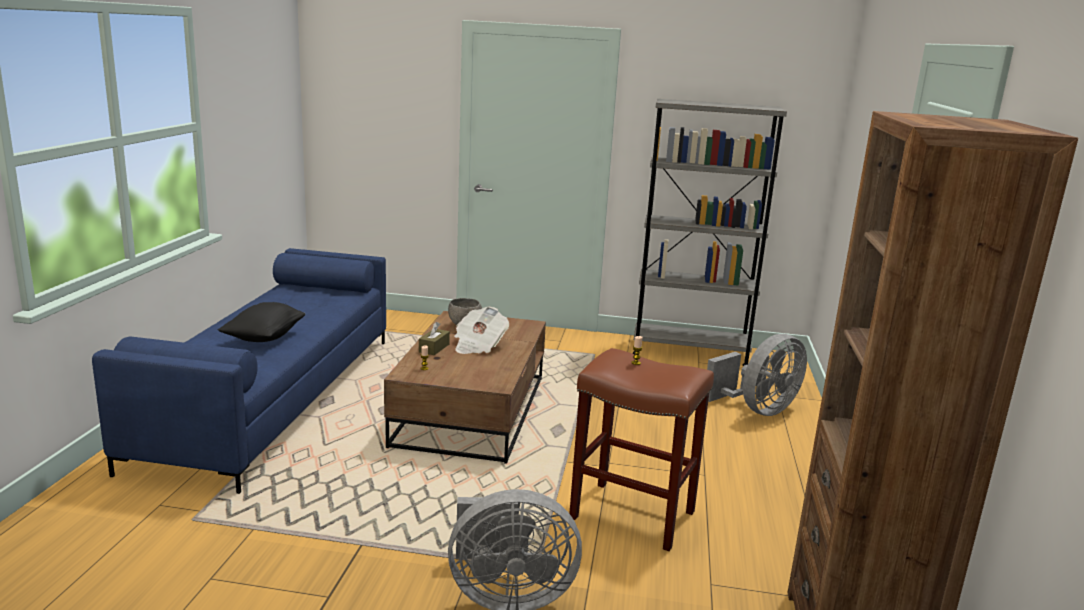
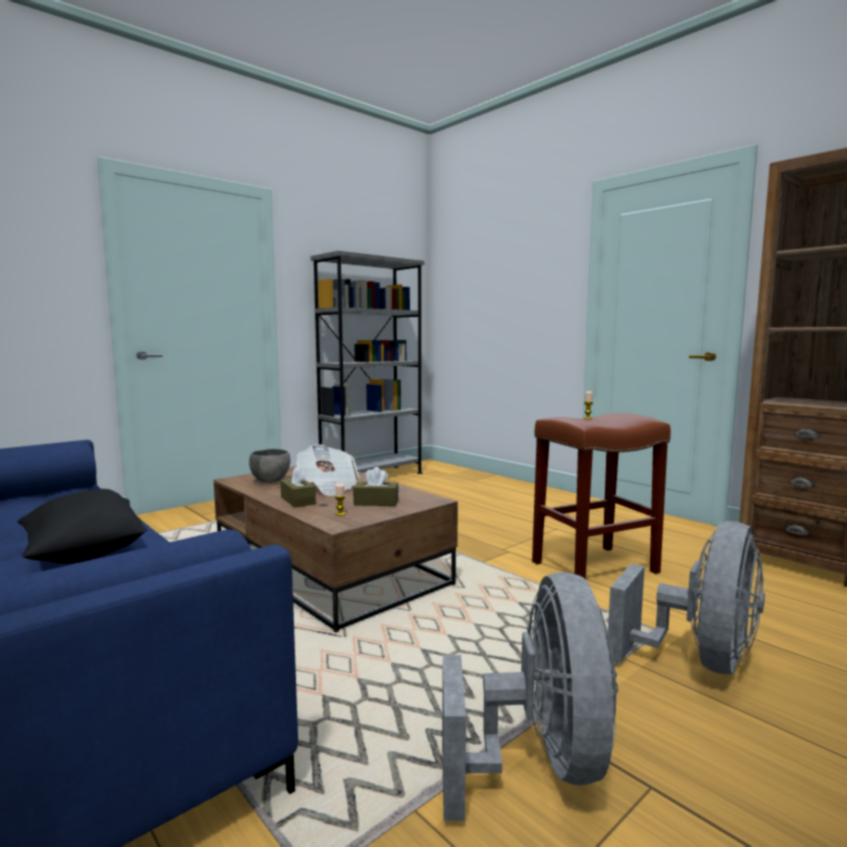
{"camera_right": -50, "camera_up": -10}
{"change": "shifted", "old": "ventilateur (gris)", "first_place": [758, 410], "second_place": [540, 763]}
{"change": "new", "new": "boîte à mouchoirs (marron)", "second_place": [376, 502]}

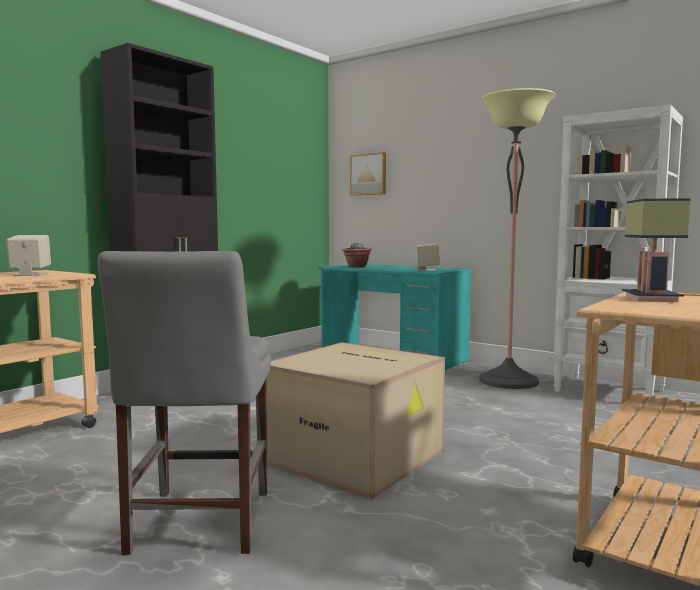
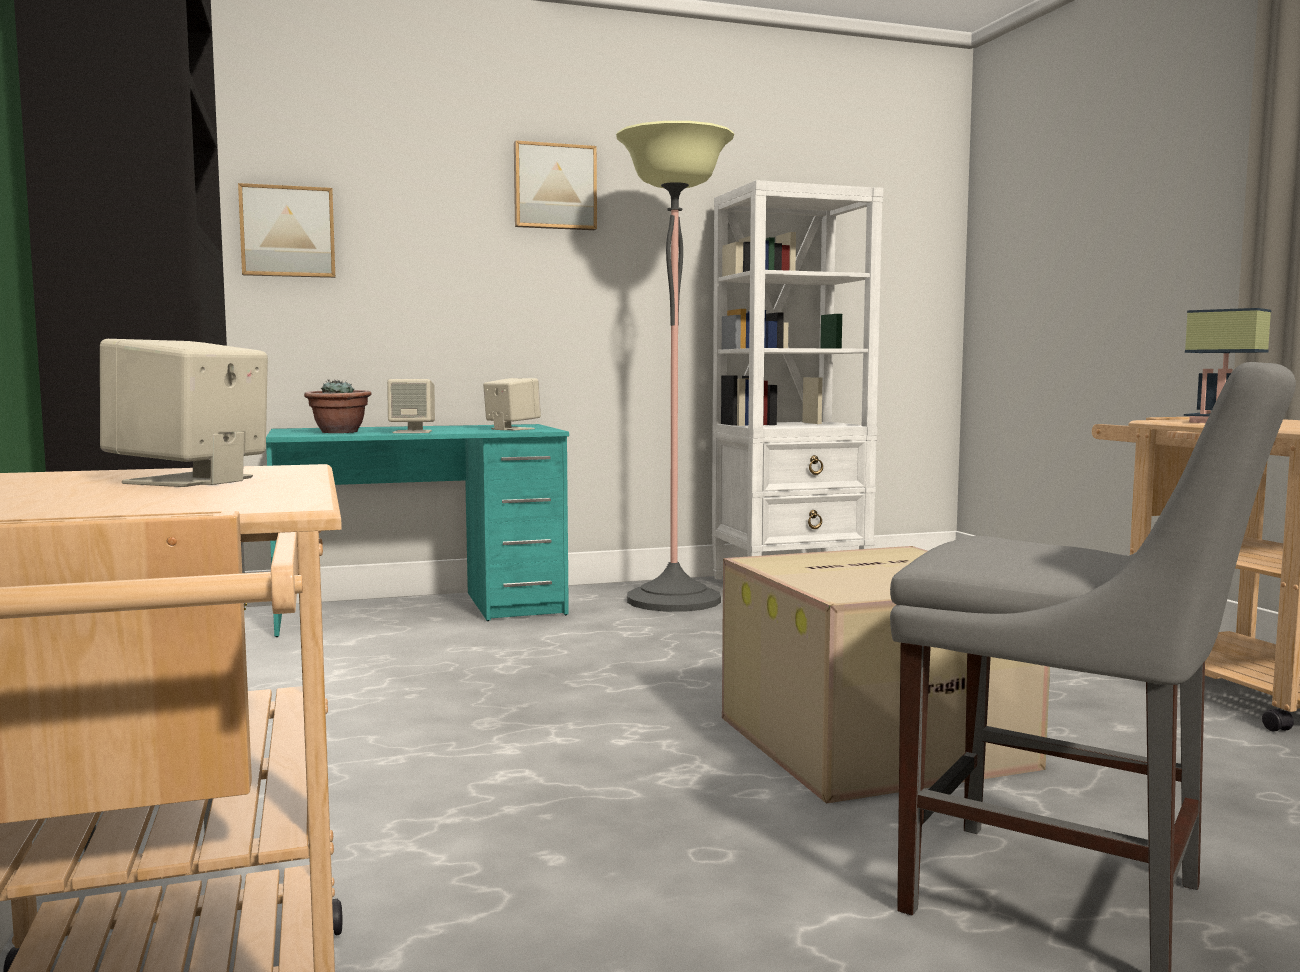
{"camera_right": -55, "camera_up": 0}
{"change": "new", "new": "enceinte (beige)", "second_place": [413, 432]}
{"change": "new", "new": "tableau", "second_place": [554, 187]}

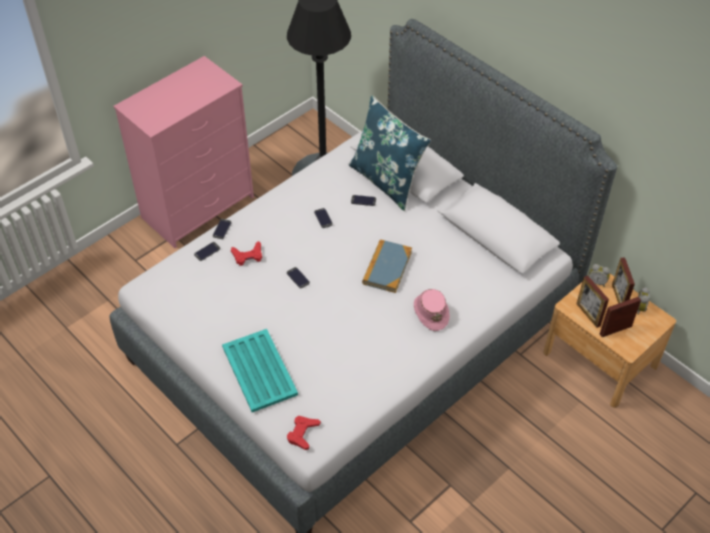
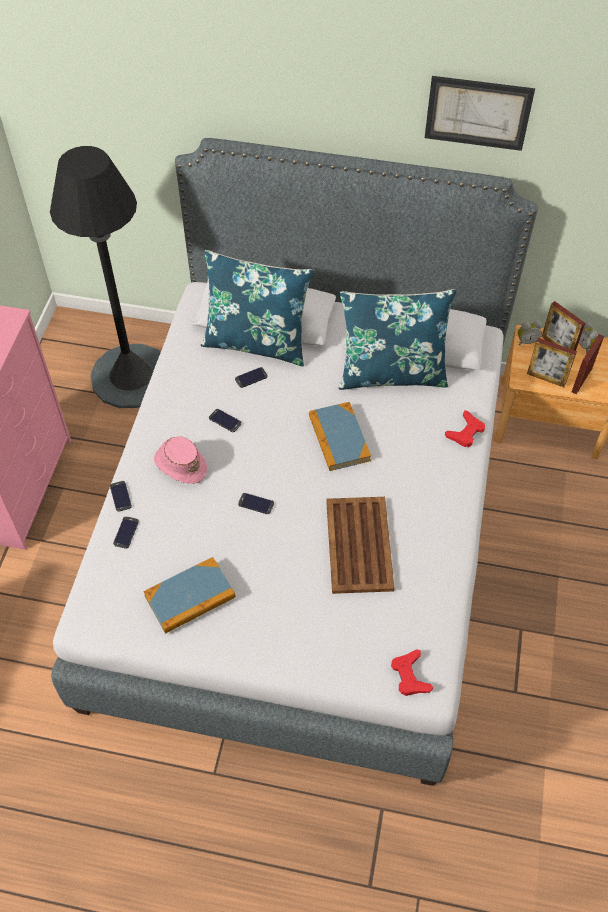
{"camera_right": -35, "camera_up": 5}
{"change": "gone", "old": "plateau (turquoise)", "first_place": [259, 371]}
{"change": "shifted", "old": "manette (rouge)", "first_place": [248, 256], "second_place": [465, 432]}
{"change": "shifted", "old": "chapeau (rose)", "first_place": [431, 312], "second_place": [180, 464]}
{"change": "new", "new": "livre", "second_place": [190, 597]}
{"change": "new", "new": "plateau (marron)", "second_place": [358, 546]}
{"change": "new", "new": "coussin (bleu)", "second_place": [391, 373]}
{"change": "new", "new": "tableau", "second_place": [478, 112]}

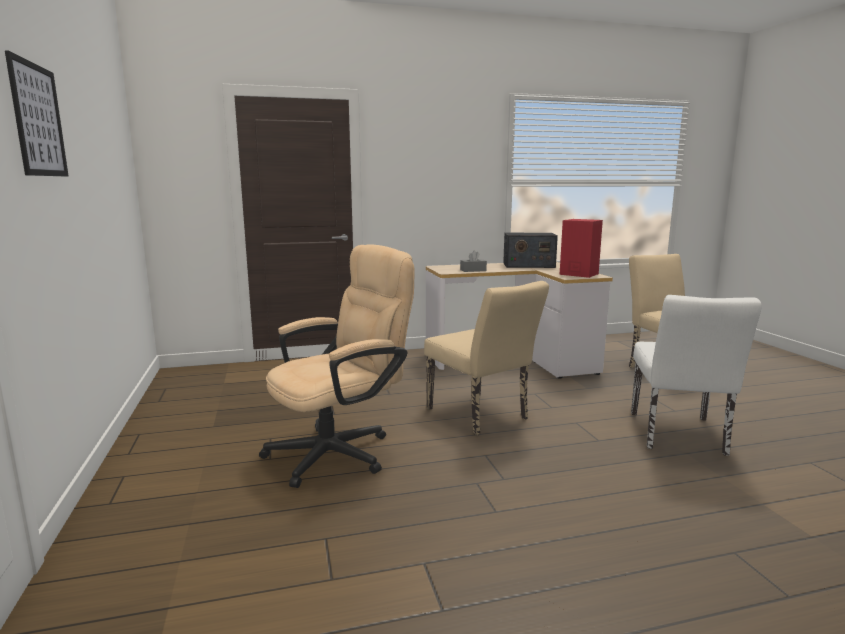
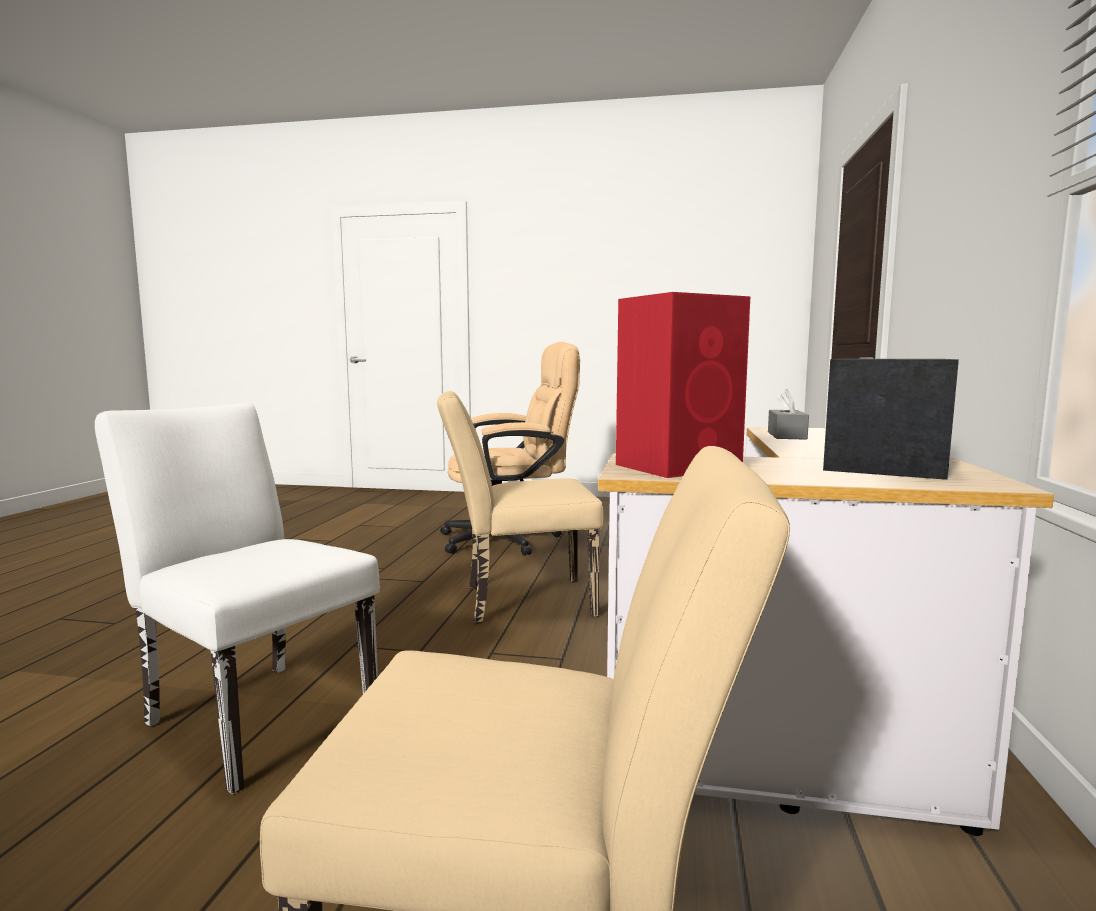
{"camera_right": 115, "camera_up": -5}
{"change": "gone", "old": "tableau", "first_place": [38, 120]}
{"change": "rotated", "old": "chaise de bureau (beige)", "first_place": [341, 451], "second_place": [511, 539], "degrees": -90}

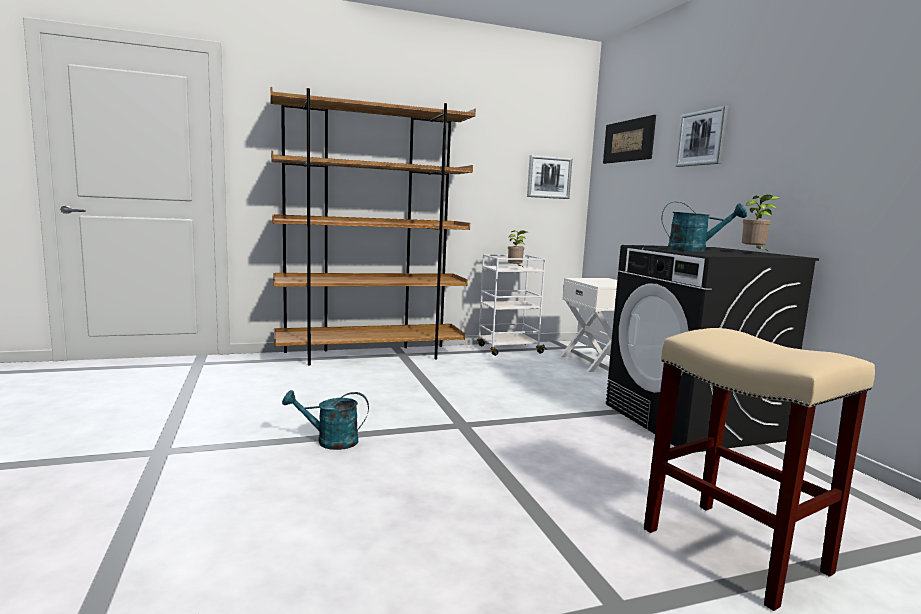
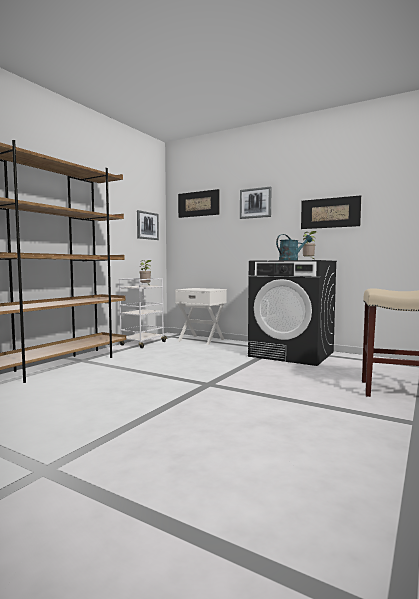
{"camera_right": -40, "camera_up": -5}
{"change": "gone", "old": "arrosoir (turquoise)", "first_place": [330, 441]}
{"change": "new", "new": "tableau", "second_place": [330, 213]}

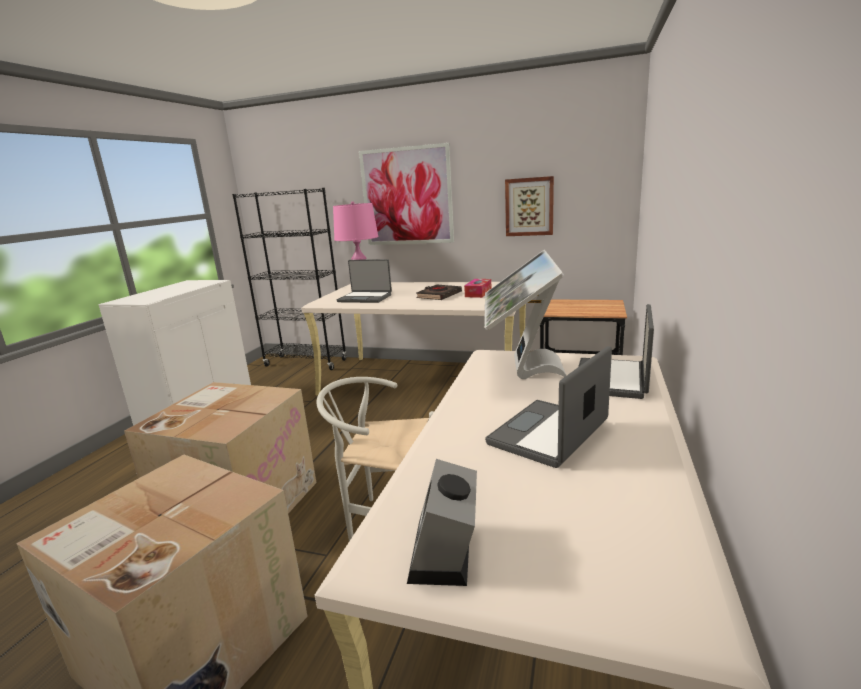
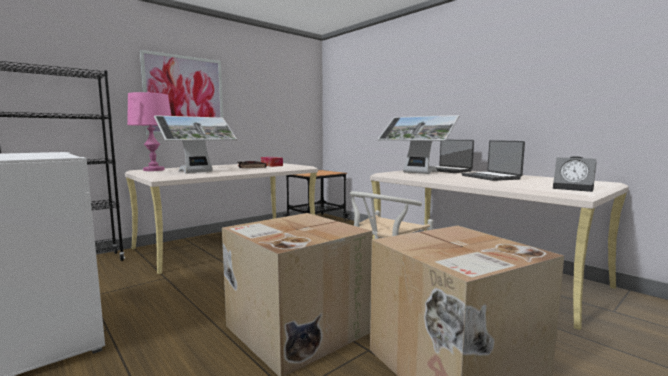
{"camera_right": -60, "camera_up": -10}
{"change": "swapped", "old": "ordinateur portable", "new": "écran d'ordinateur", "first_place": [365, 298], "second_place": [198, 172]}
{"change": "gone", "old": "tableau", "first_place": [529, 206]}

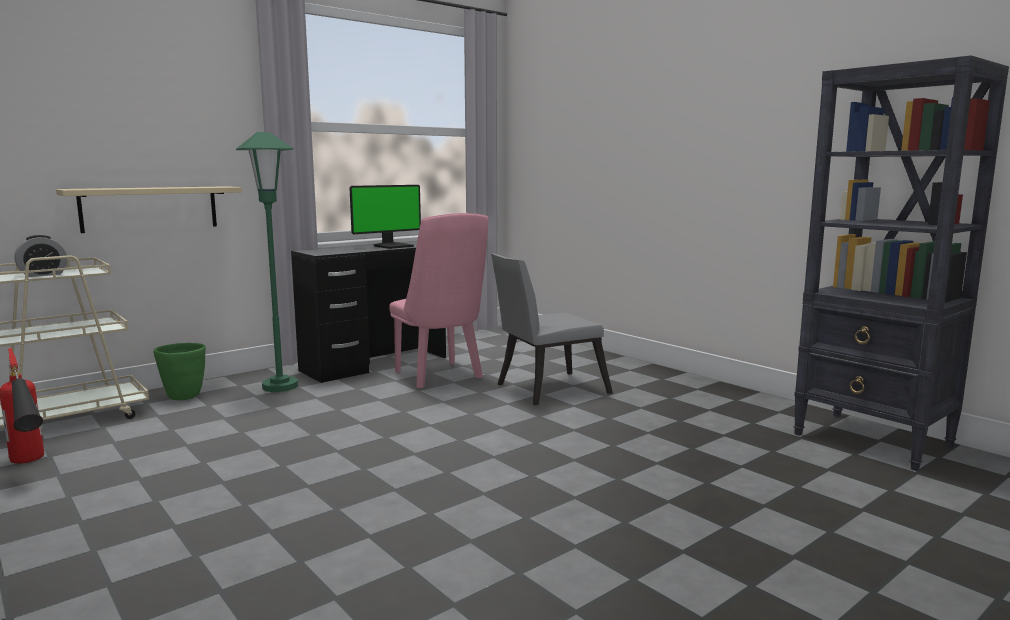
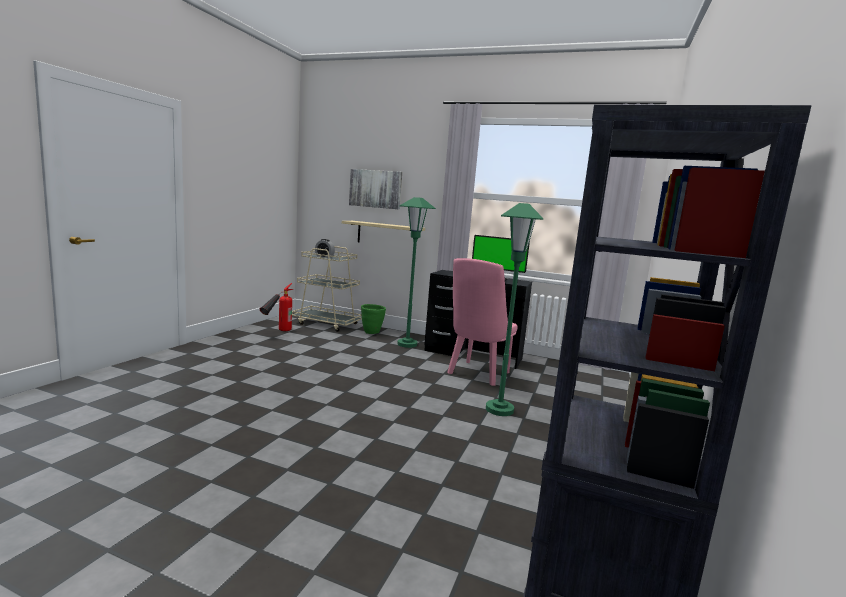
{"camera_right": 60, "camera_up": 0}
{"change": "swapped", "old": "chaise (gris)", "new": "lampadaire (vert)", "first_place": [546, 389], "second_place": [499, 409]}
{"change": "new", "new": "tableau", "second_place": [375, 189]}

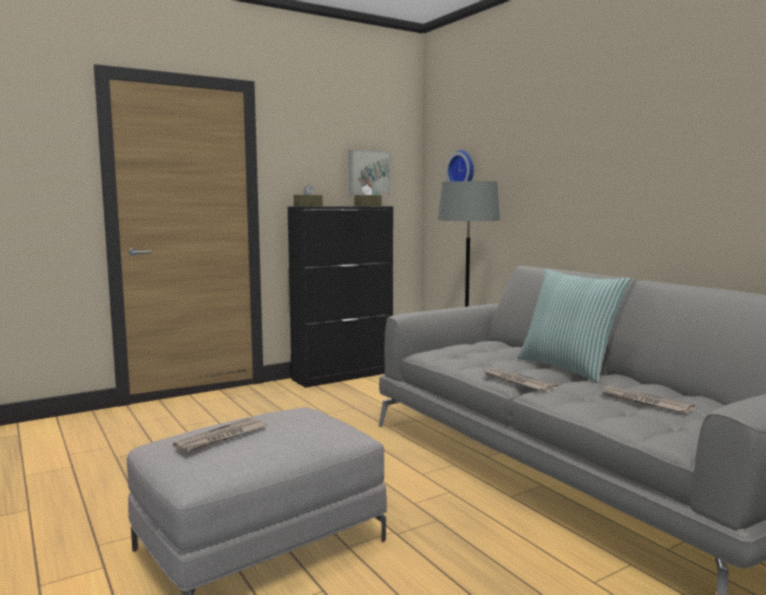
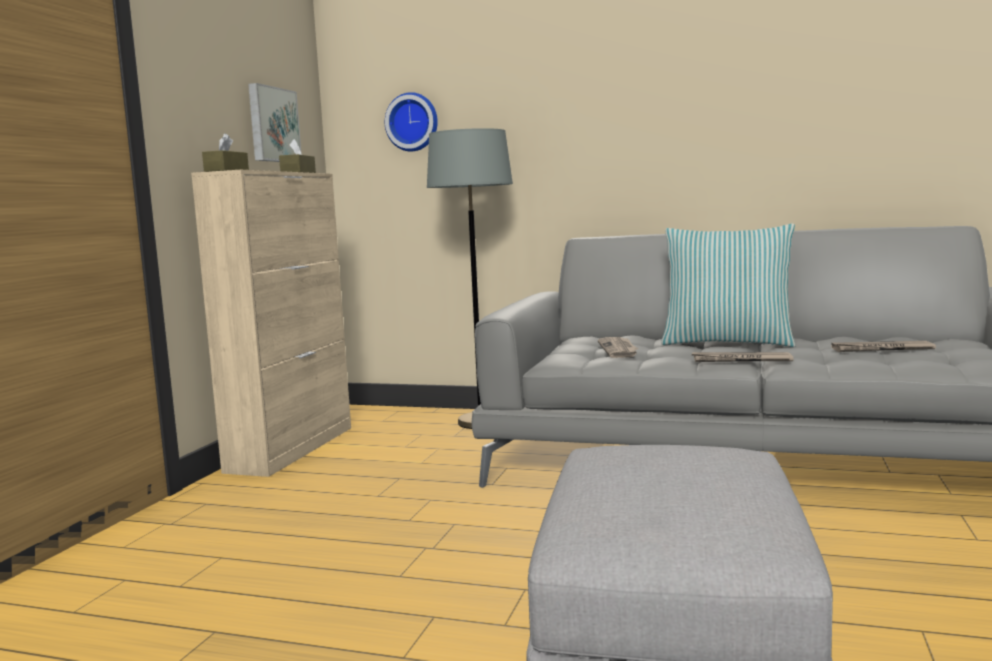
{"camera_right": -40, "camera_up": 0}
{"change": "shifted", "old": "journal", "first_place": [221, 438], "second_place": [619, 349]}
{"change": "repainted", "old": "meuble de rangement (noir)", "new": "meuble de rangement (beige)", "first_place": [343, 376], "second_place": [292, 448]}

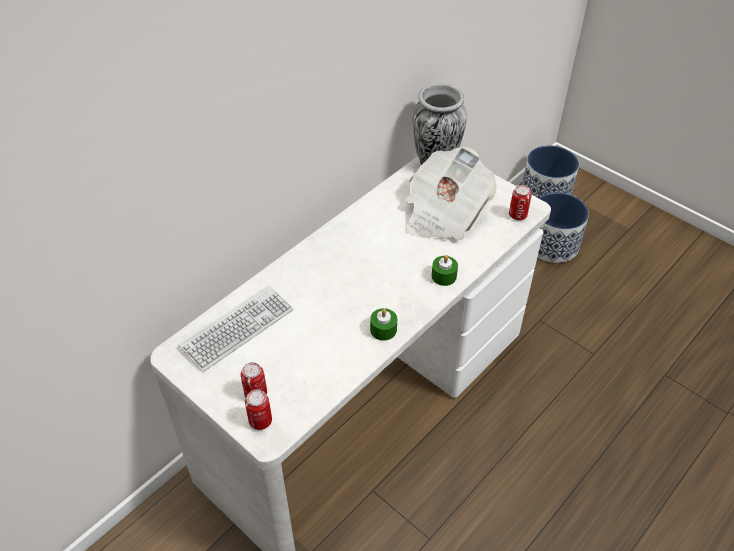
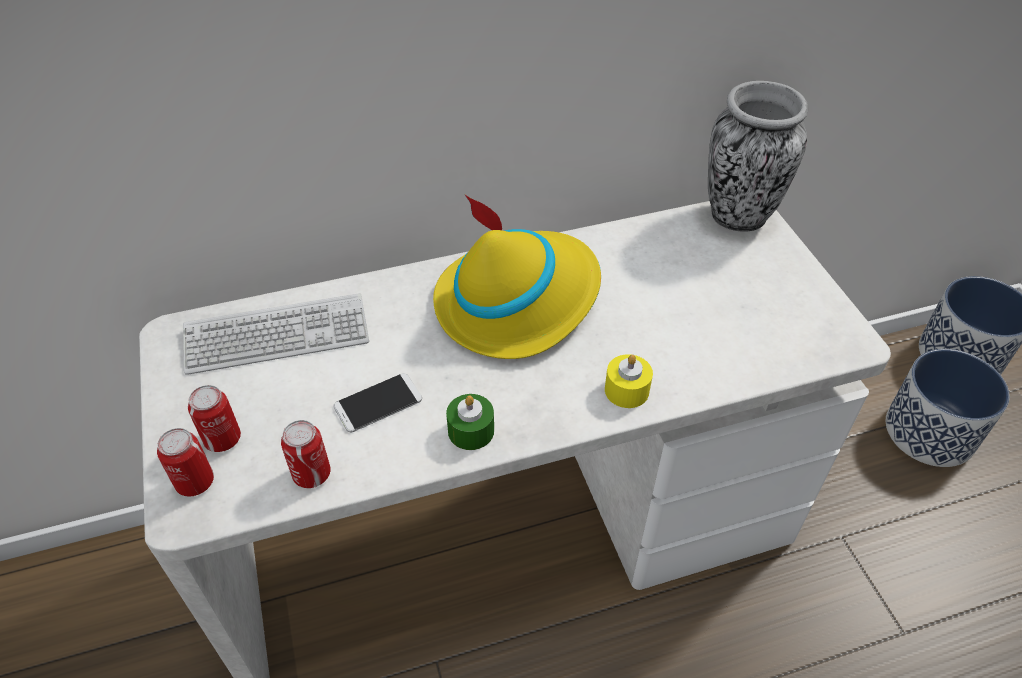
{"camera_right": 30, "camera_up": 0}
{"change": "gone", "old": "journal", "first_place": [444, 213]}
{"change": "repainted", "old": "bougie (vert)", "new": "bougie (jaune)", "first_place": [444, 276], "second_place": [626, 390]}
{"change": "shifted", "old": "boîte métallique", "first_place": [517, 215], "second_place": [311, 474]}
{"change": "new", "new": "téléphone", "second_place": [378, 403]}
{"change": "new", "new": "chapeau (jaune)", "second_place": [517, 301]}

